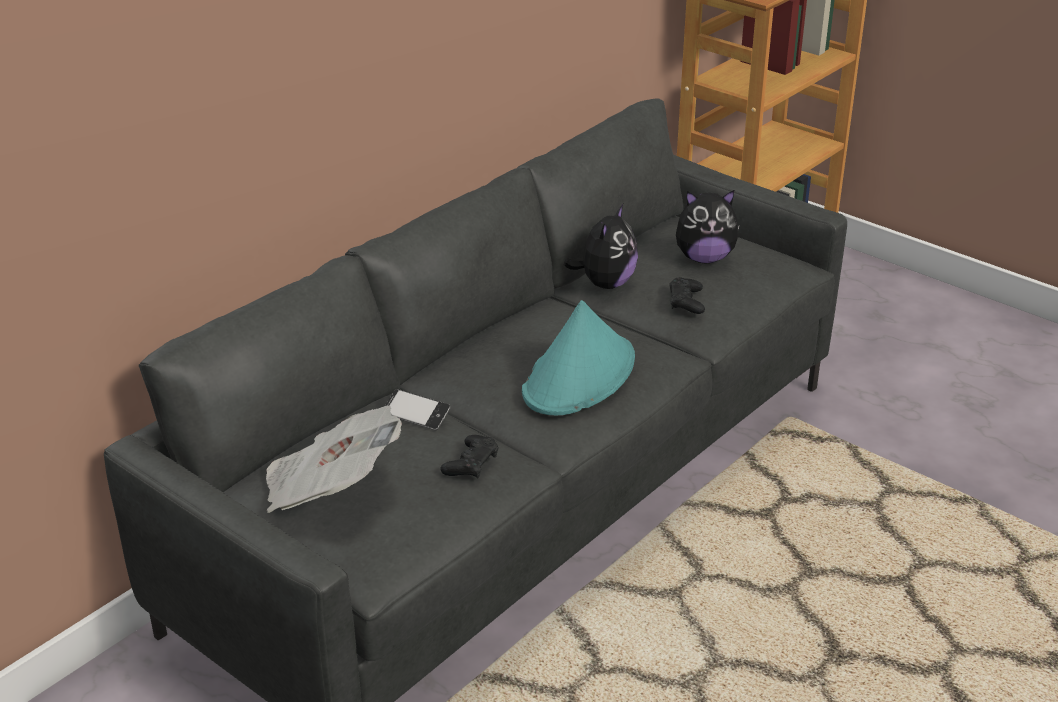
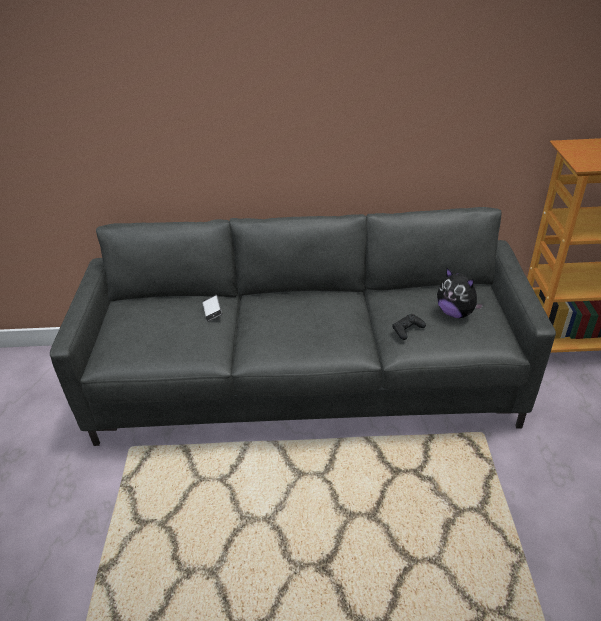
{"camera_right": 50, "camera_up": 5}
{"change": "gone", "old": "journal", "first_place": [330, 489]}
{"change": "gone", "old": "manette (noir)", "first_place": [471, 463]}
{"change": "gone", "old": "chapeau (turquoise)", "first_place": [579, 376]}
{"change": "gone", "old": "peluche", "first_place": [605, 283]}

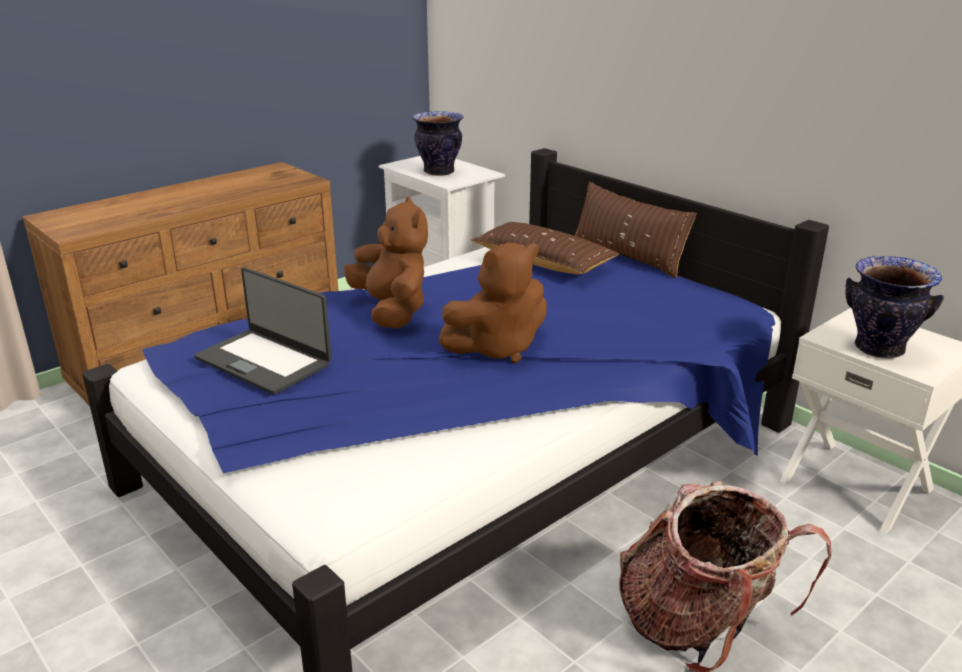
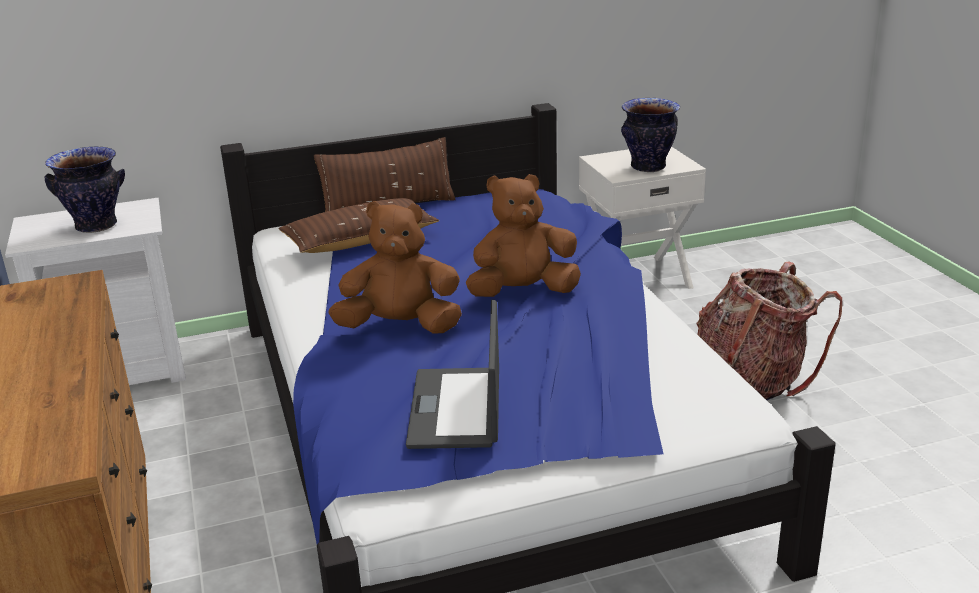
{"camera_right": -65, "camera_up": 0}
{"change": "rotated", "old": "ordinateur portable", "first_place": [264, 361], "second_place": [457, 408], "degrees": 120}
{"change": "rotated", "old": "peluche (marron)", "first_place": [497, 348], "second_place": [523, 292], "degrees": -105}

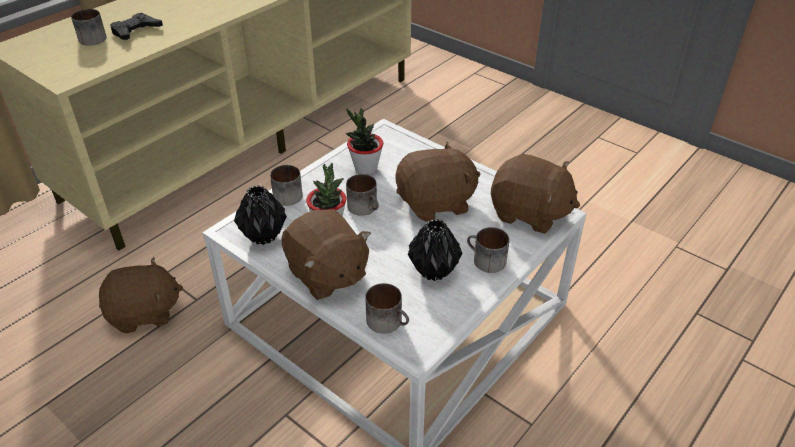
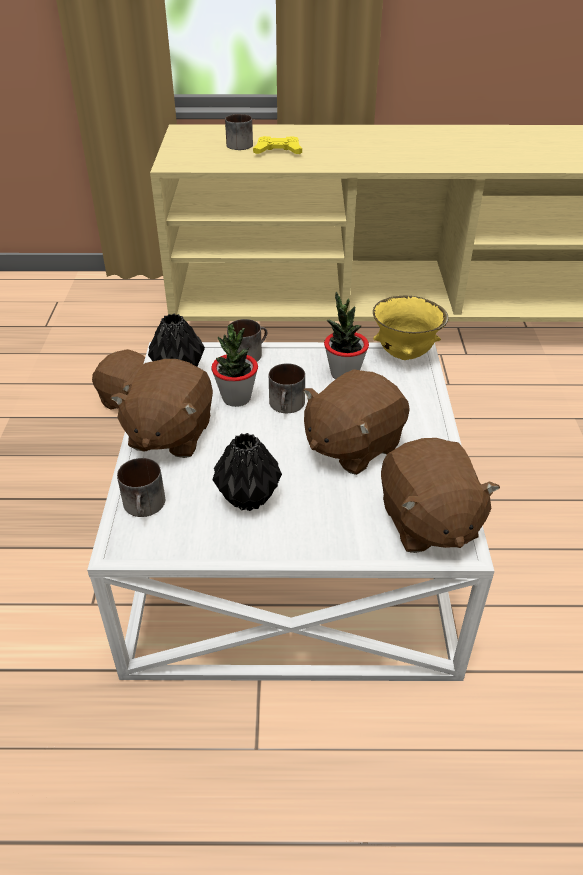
{"camera_right": 50, "camera_up": 0}
{"change": "repainted", "old": "manette (noir)", "new": "manette (jaune)", "first_place": [136, 31], "second_place": [278, 151]}
{"change": "rotated", "old": "peluche (marron)", "first_place": [436, 203], "second_place": [352, 445], "degrees": 105}
{"change": "gone", "old": "mug", "first_place": [485, 260]}
{"change": "new", "new": "bol (jaune)", "second_place": [404, 355]}

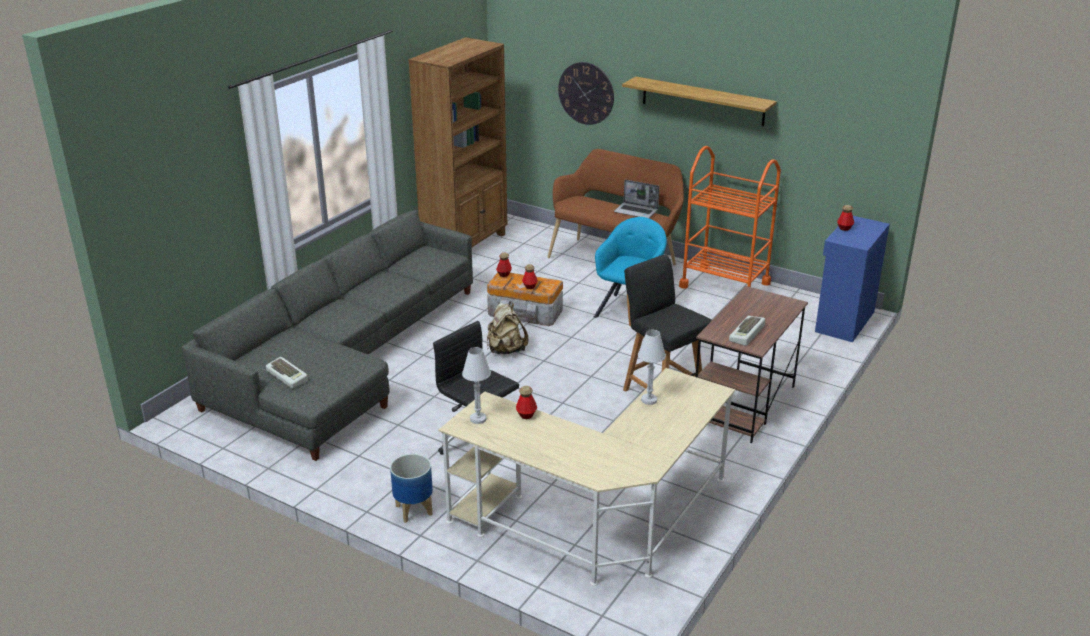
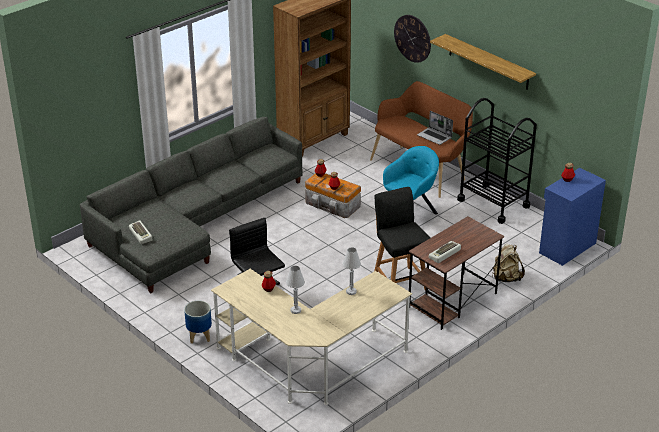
{"camera_right": 15, "camera_up": 5}
{"change": "shifted", "old": "lampe de table (blanc)", "first_place": [478, 419], "second_place": [295, 310]}
{"change": "shifted", "old": "sac à dos (beige)", "first_place": [505, 350], "second_place": [506, 278]}
{"change": "repainted", "old": "chariot (orange)", "new": "chariot (noir)", "first_place": [725, 285], "second_place": [493, 203]}

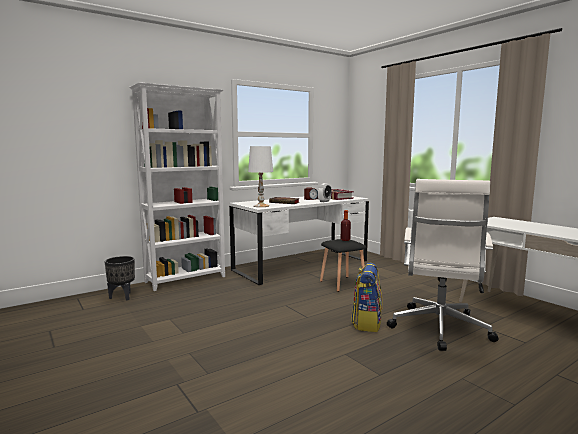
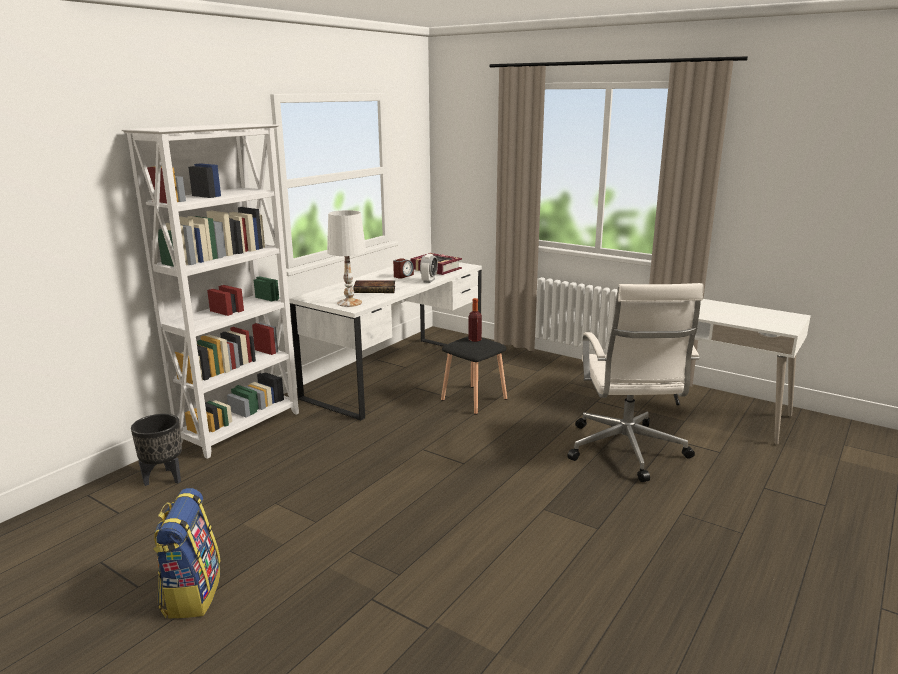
{"camera_right": -20, "camera_up": 10}
{"change": "shifted", "old": "sac à dos", "first_place": [366, 323], "second_place": [191, 593]}

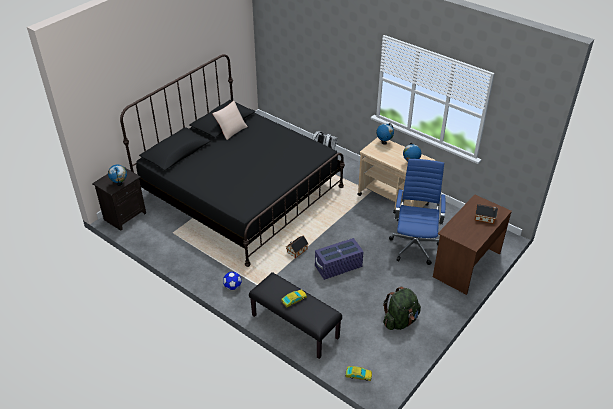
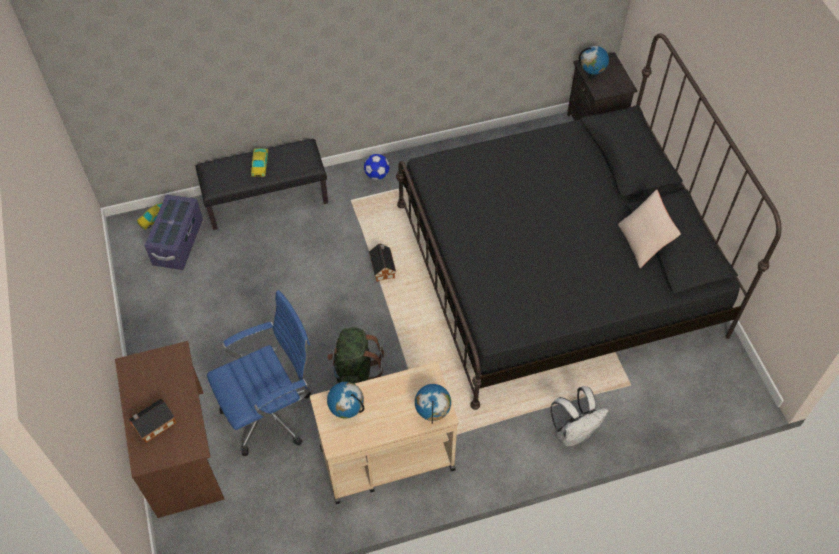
{"camera_right": 125, "camera_up": 15}
{"change": "shifted", "old": "boîte de rangement (violet)", "first_place": [338, 267], "second_place": [178, 242]}
{"change": "shifted", "old": "sac à dos (vert)", "first_place": [400, 321], "second_place": [355, 371]}
{"change": "rotated", "old": "chaise de bureau (bleu)", "first_place": [414, 245], "second_place": [272, 413], "degrees": -75}

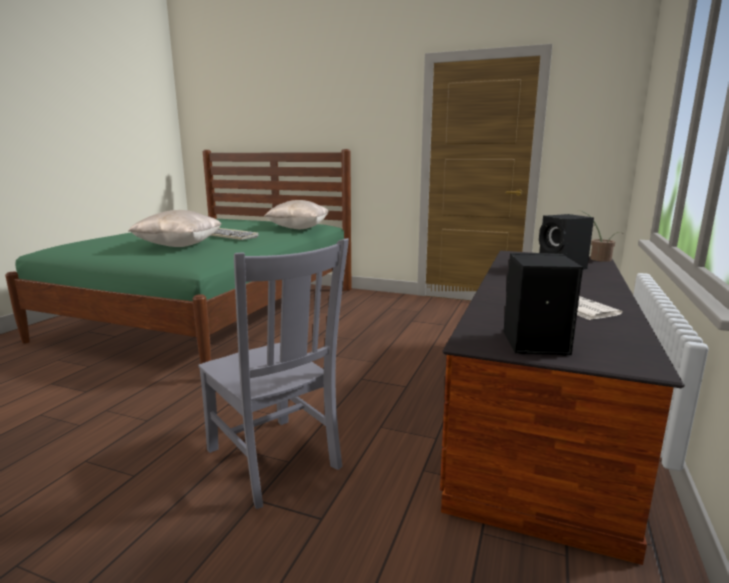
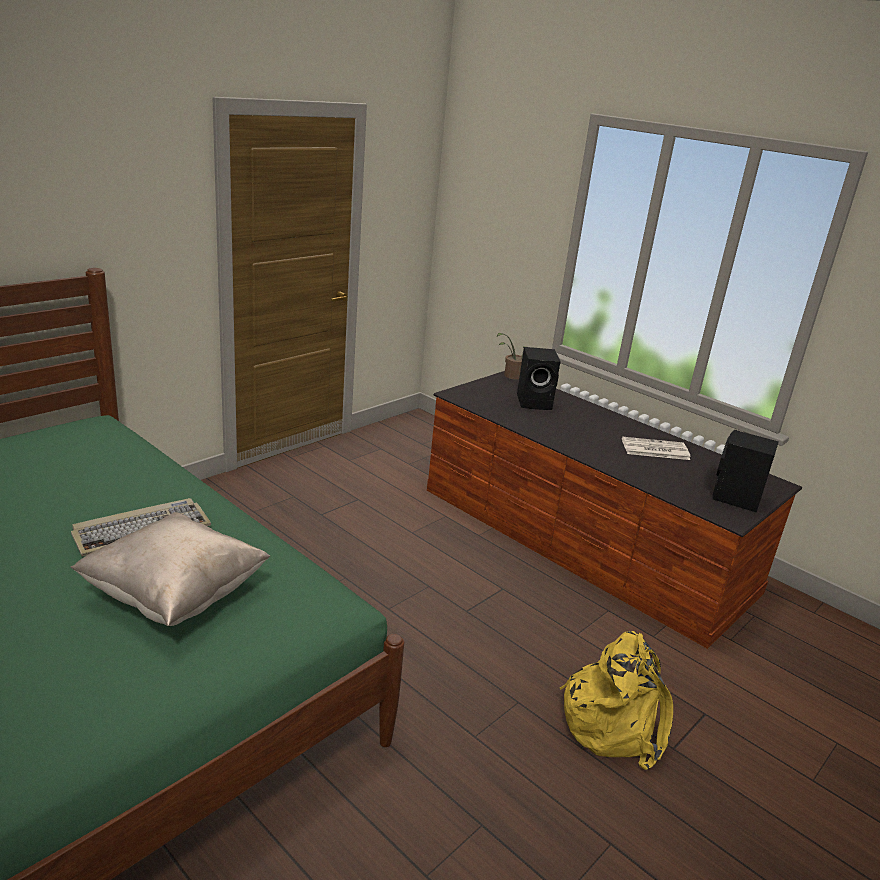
{"camera_right": -70, "camera_up": 10}
{"change": "swapped", "old": "chaise (gris)", "new": "sac à dos (jaune)", "first_place": [275, 461], "second_place": [614, 722]}
{"change": "gone", "old": "coussin (beige)", "first_place": [298, 228]}

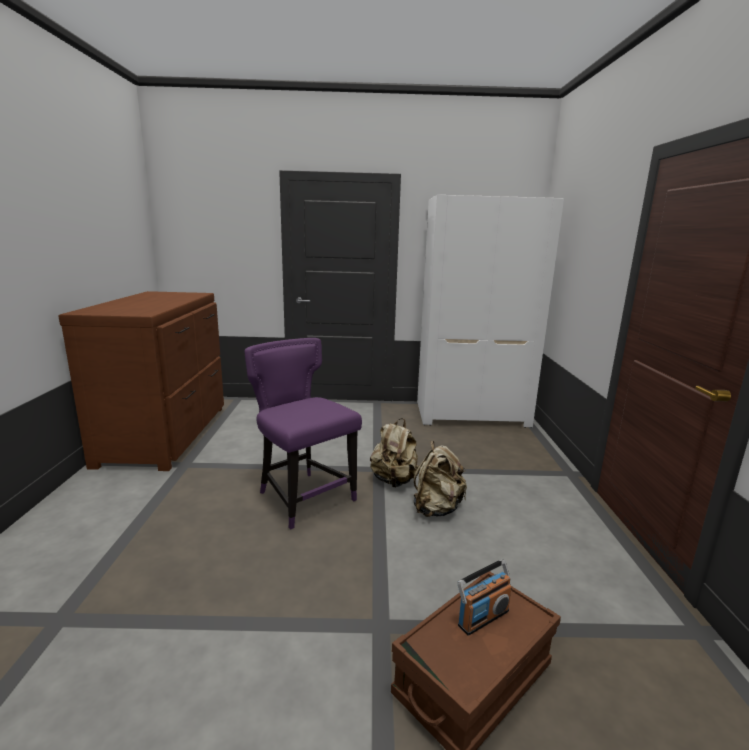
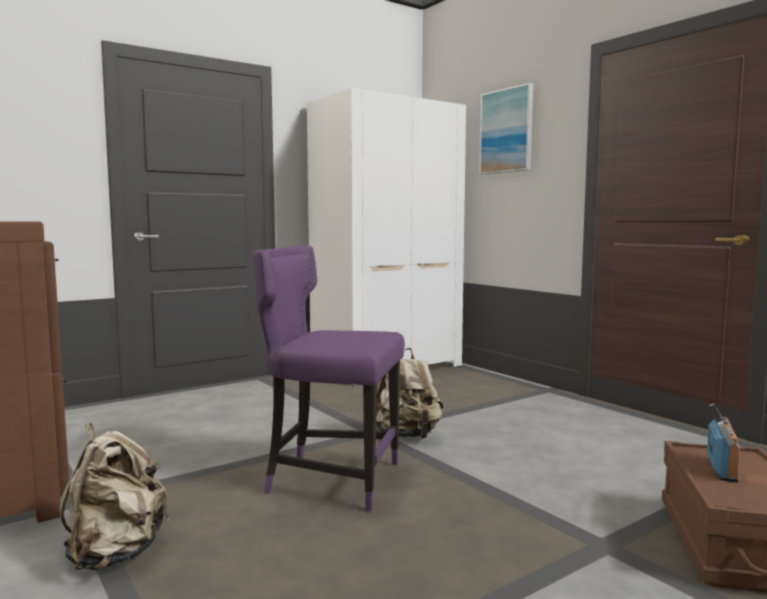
{"camera_right": -35, "camera_up": -10}
{"change": "shifted", "old": "sac à dos (beige)", "first_place": [436, 508], "second_place": [116, 554]}
{"change": "new", "new": "tableau", "second_place": [507, 131]}

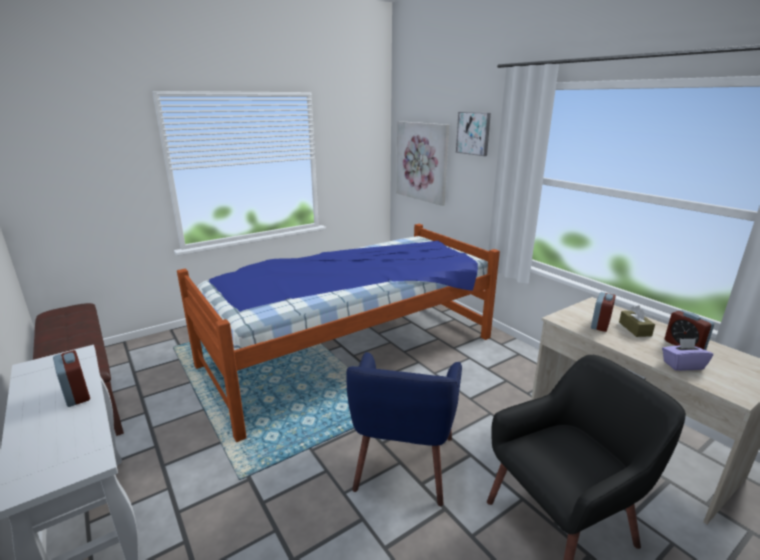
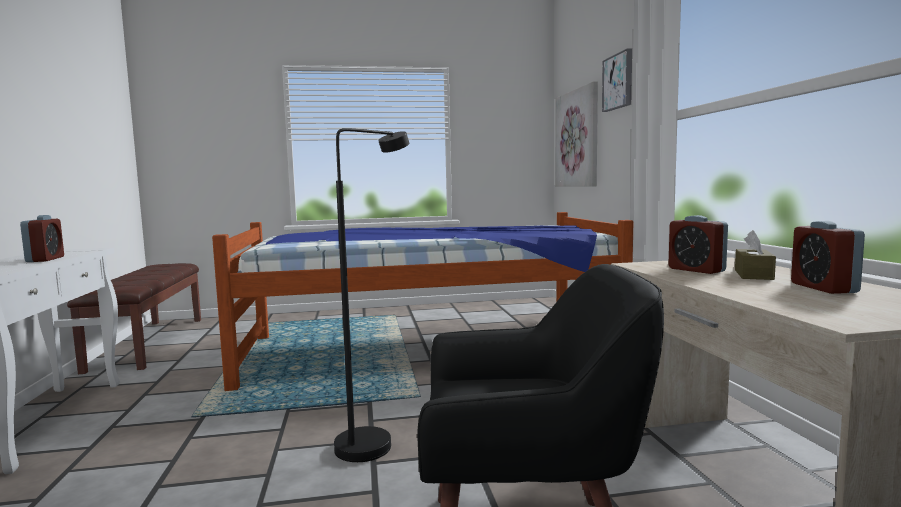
{"camera_right": 25, "camera_up": -15}
{"change": "swapped", "old": "fauteuil (bleu)", "new": "lampadaire (noir)", "first_place": [403, 463], "second_place": [374, 441]}
{"change": "rotated", "old": "réveil", "first_place": [600, 325], "second_place": [696, 270], "degrees": 90}
{"change": "gone", "old": "boîte à mouchoirs (violet)", "first_place": [682, 365]}

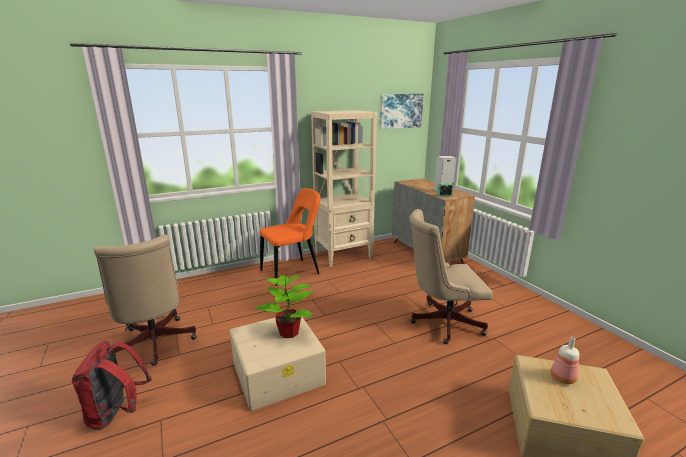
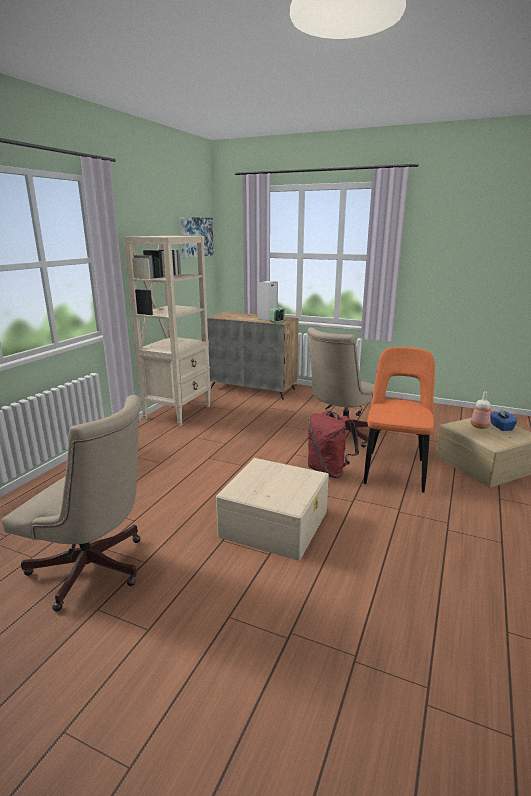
{"camera_right": -40, "camera_up": 0}
{"change": "shifted", "old": "sac à dos (rouge)", "first_place": [117, 413], "second_place": [329, 471]}
{"change": "gone", "old": "plante en pot", "first_place": [289, 332]}
{"change": "shifted", "old": "chaise (orange)", "first_place": [292, 272], "second_place": [395, 469]}
{"change": "new", "new": "boîte à mouchoirs (bleu)", "second_place": [501, 427]}

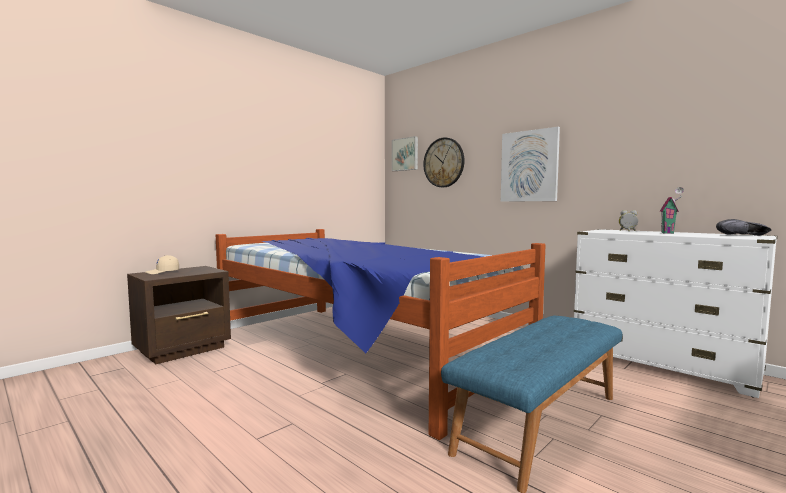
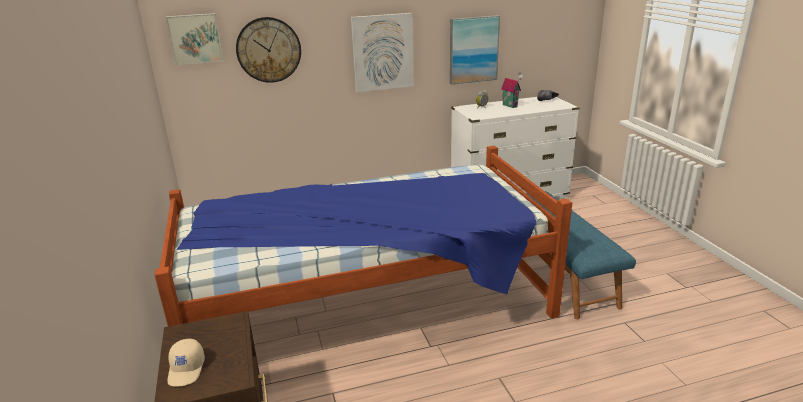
{"camera_right": -60, "camera_up": 20}
{"change": "new", "new": "tableau", "second_place": [473, 49]}

